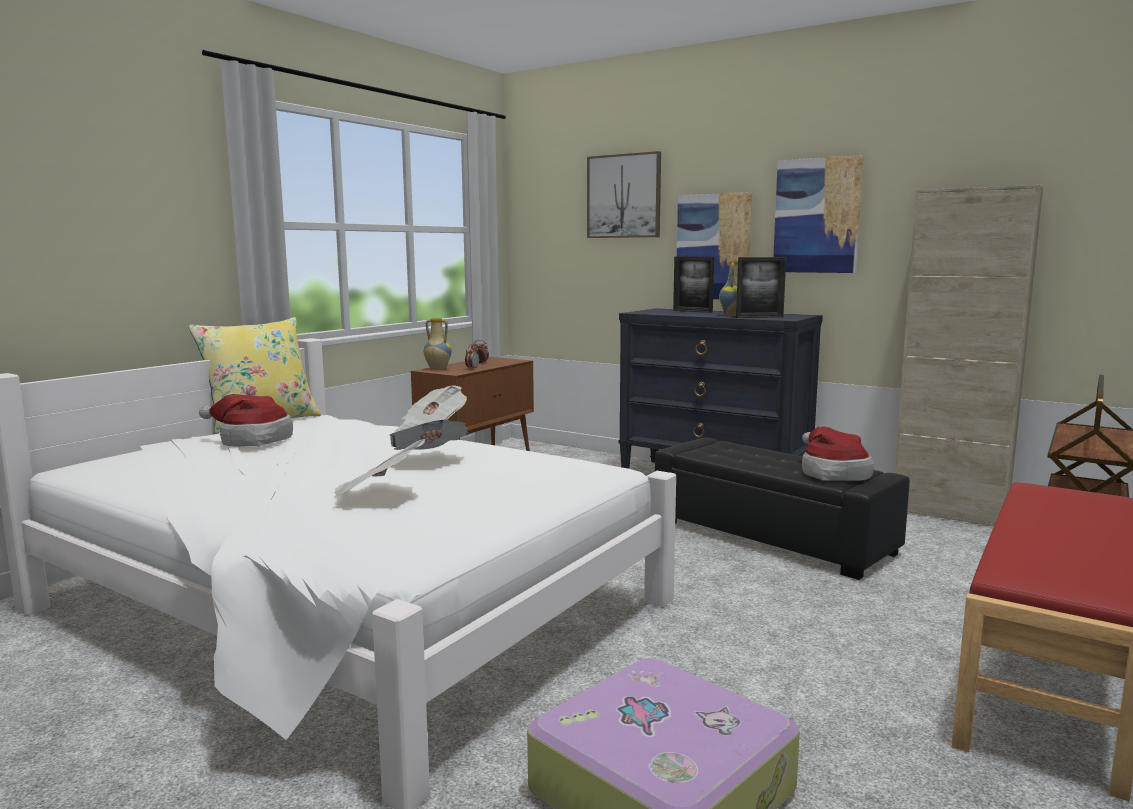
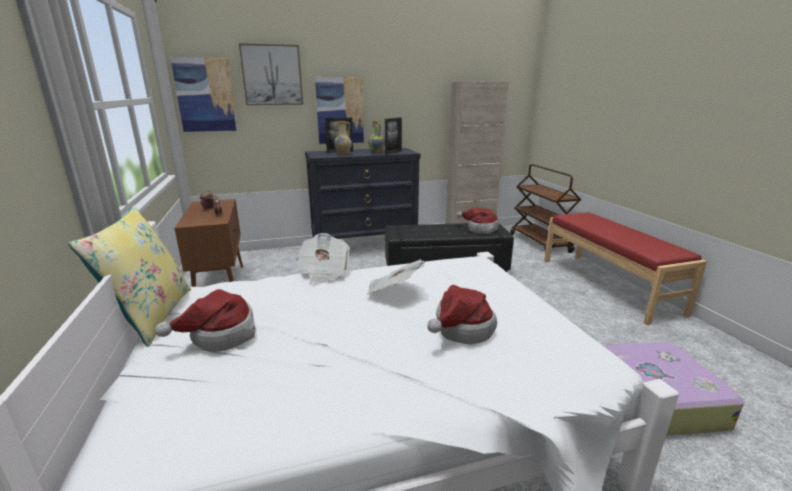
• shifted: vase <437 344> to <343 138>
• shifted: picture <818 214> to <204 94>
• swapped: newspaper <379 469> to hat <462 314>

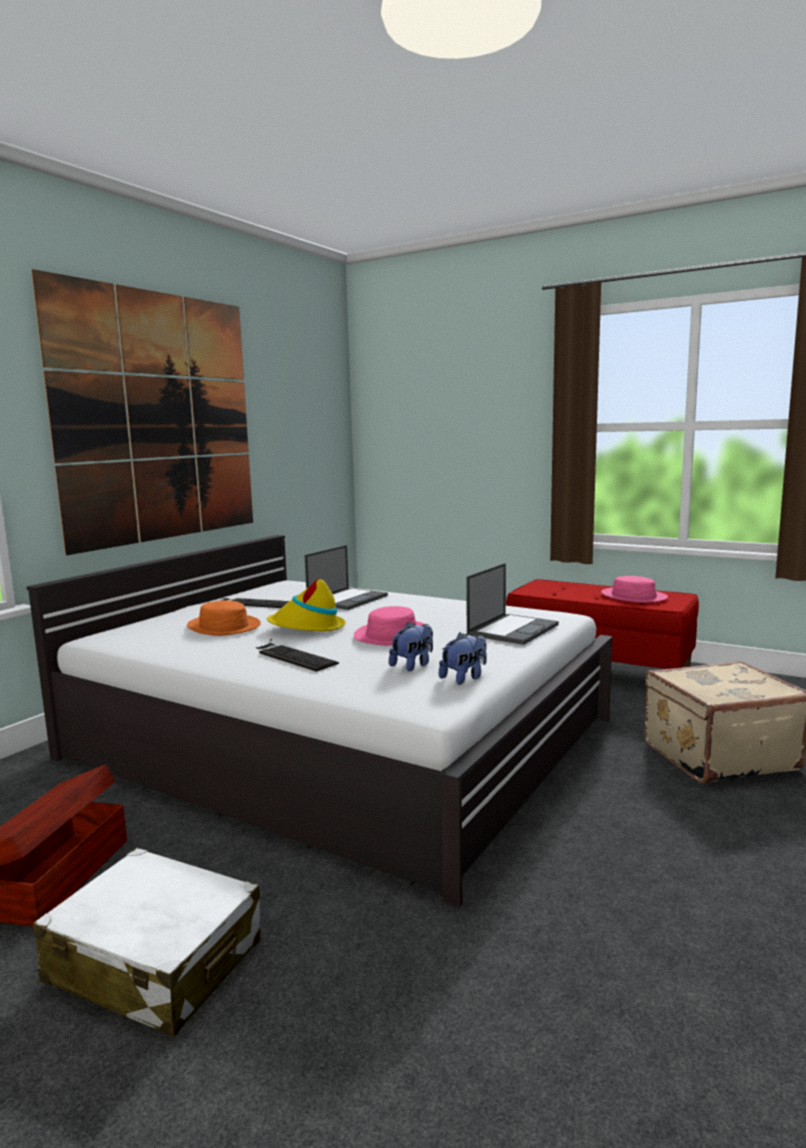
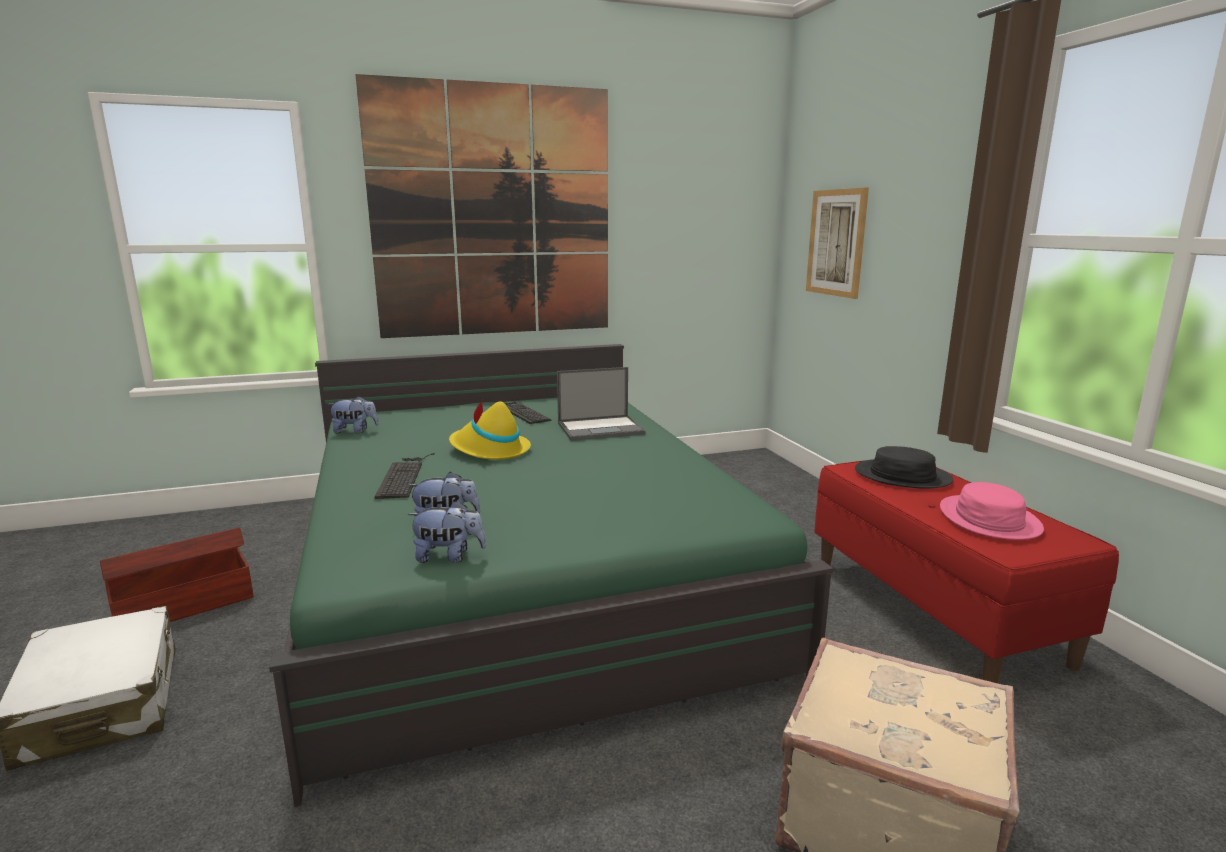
• gone: hat in orange <224 618>
• gone: hat in pink <389 625>
• gone: laptop <512 604>
• new: plush toy <353 415>
• new: picture <837 243>
• new: hat in black <904 467>
• repainted: bed in white <320 721> to bed in green <551 575>

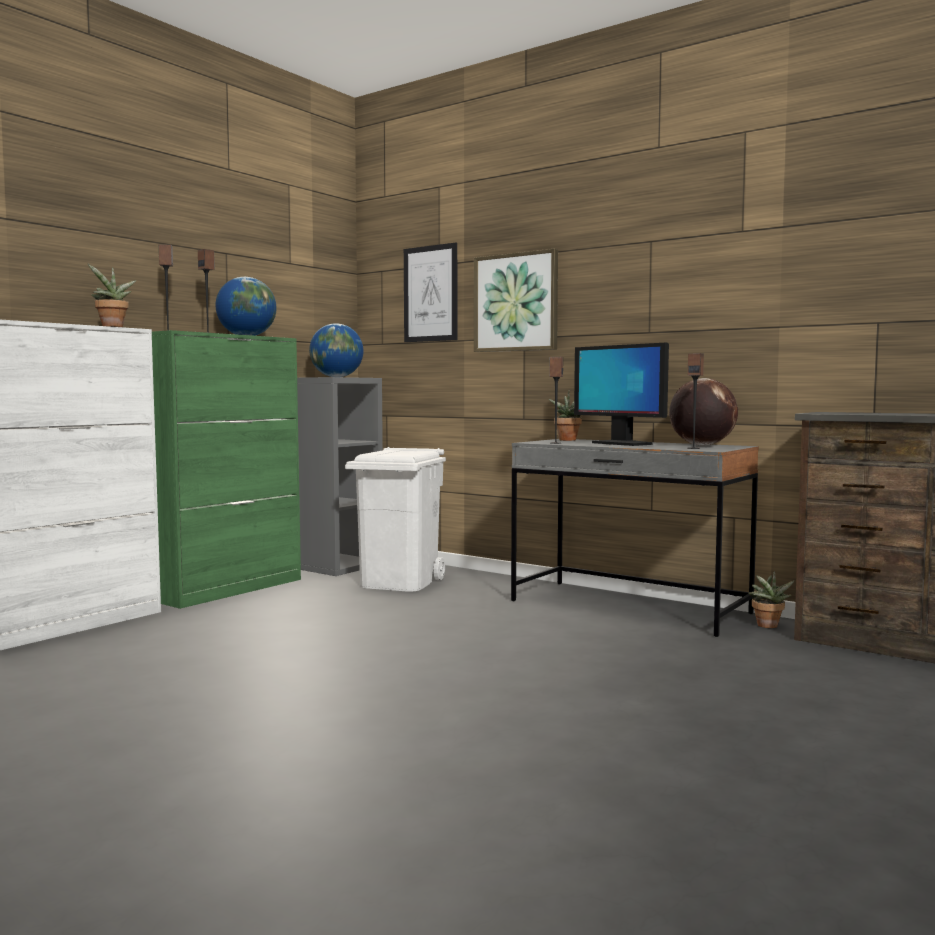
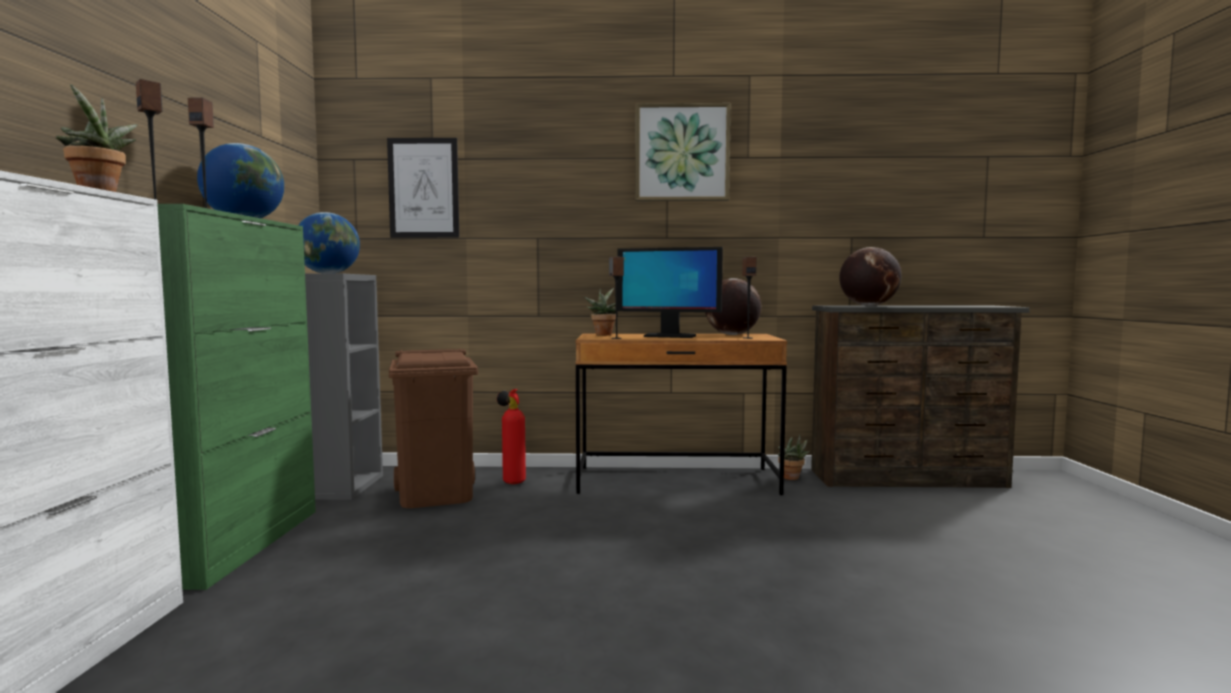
• new: fire extinguisher <511 436>
• new: globe <870 276>
• shifted: picture <516 300> to <683 152>
• repainted: trash can in white <395 519> to trash can in brown <433 428>
• repainted: desk in grey <635 538> to desk in brown <681 415>

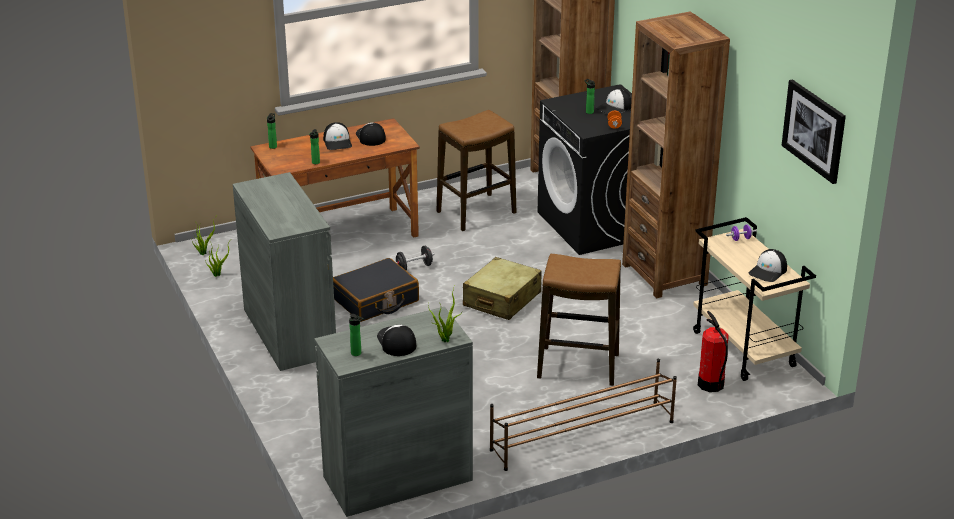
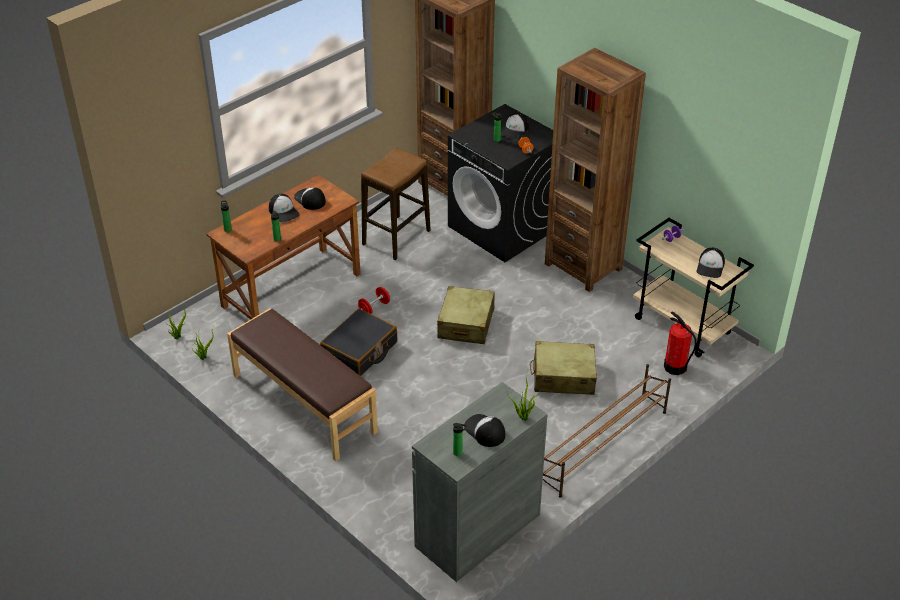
• gone: picture <813 131>
• swapped: cabinet in grey <284 271> to bench in brown <302 384>
• swapped: stool <579 320> to suitcase in beige <563 368>
• repainted: dumbbell in black <415 258> to dumbbell in red <374 300>

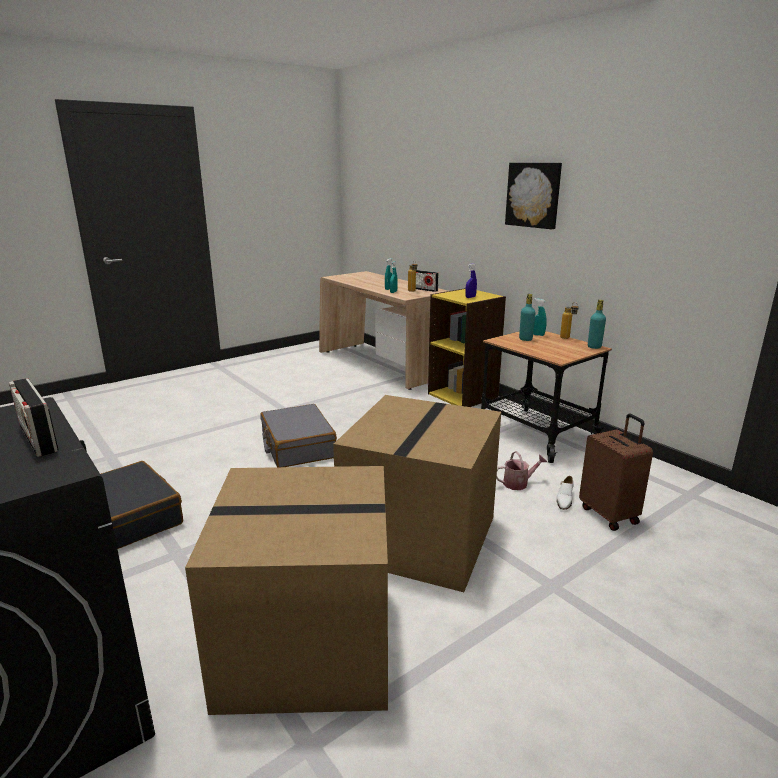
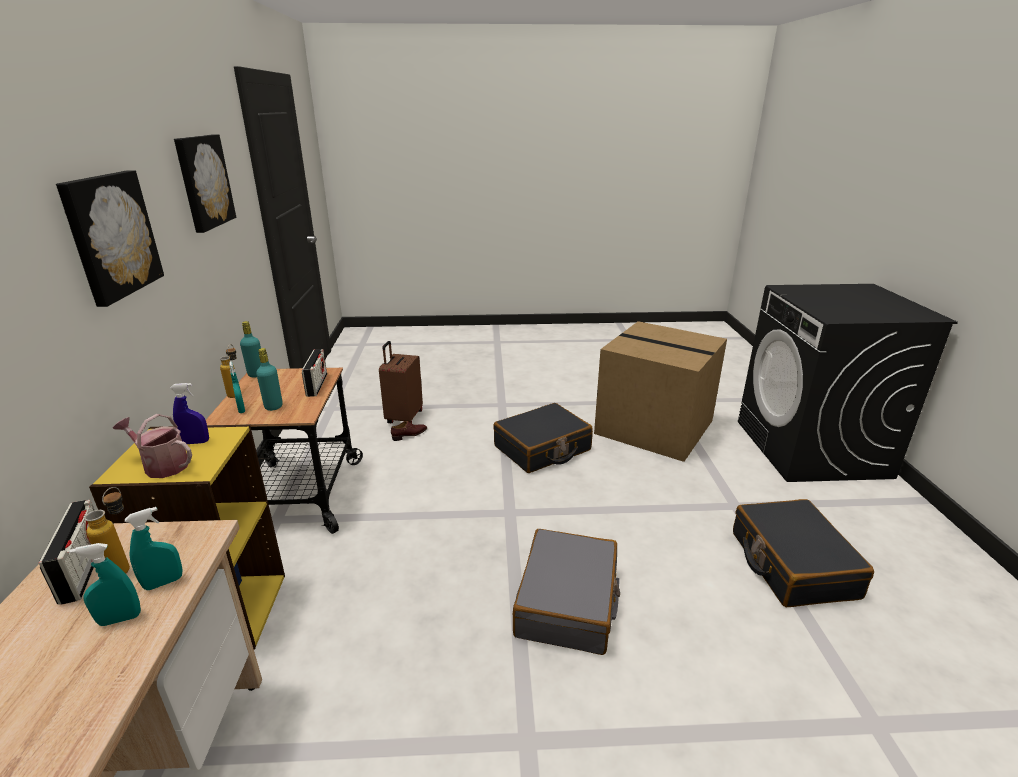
• new: picture <205 183>
• shifted: radio <33 417> to <314 373>
• shifted: watering can <521 470> to <152 446>
• swapped: cardboard box <417 493> to suitcase in black <543 438>
• repainted: shoe in white <565 493> to shoe in brown <409 431>

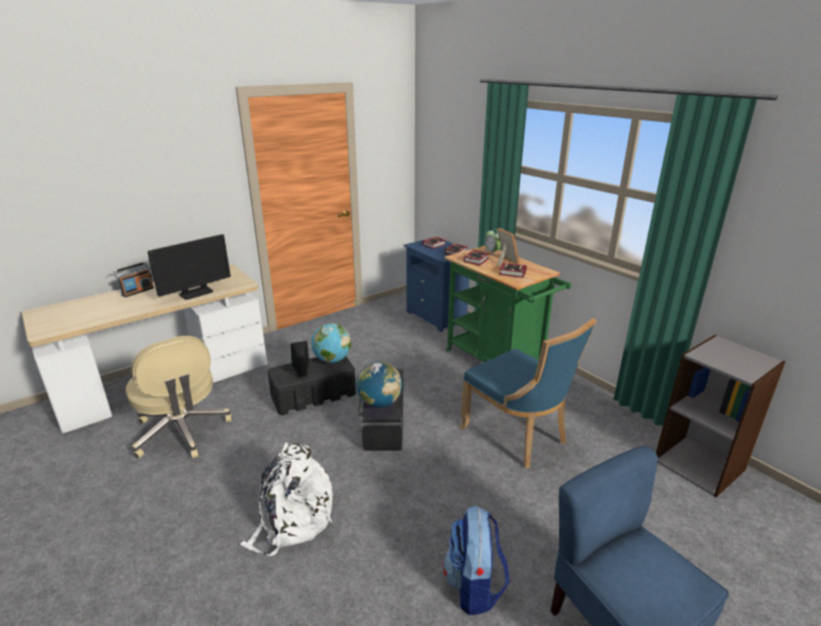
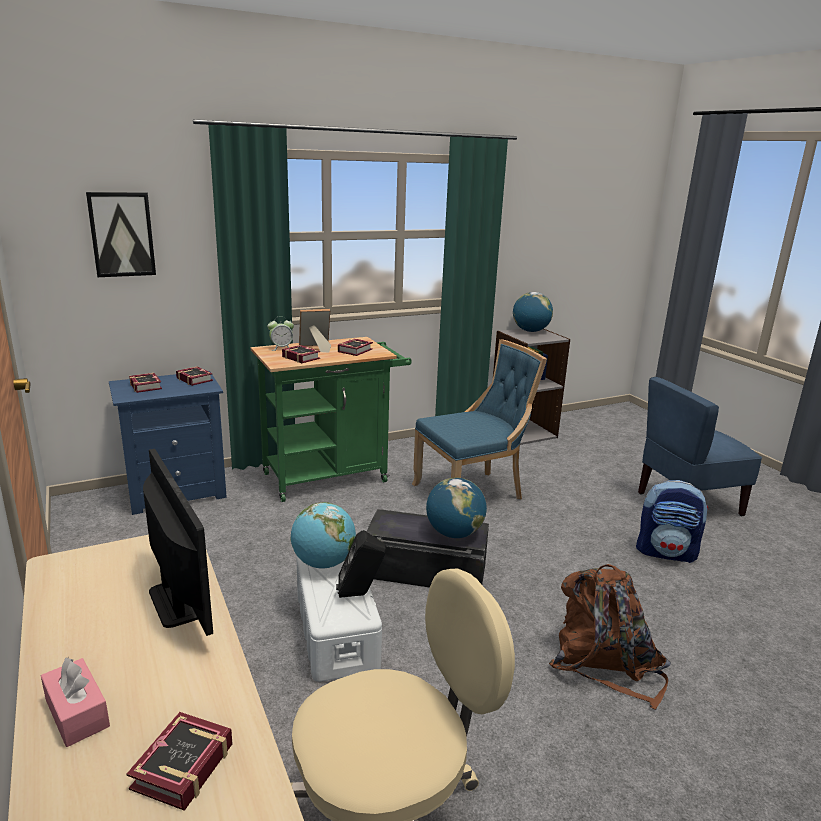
• new: picture <121 234>
• new: book <180 761>
• new: globe <533 312>
• swapped: radio <133 279> to tissue box in pink <75 702>
• repainted: backpack in white <286 499> to backpack in brown <610 637>
• repainted: storage box in black <312 386> to storage box in white <339 619>

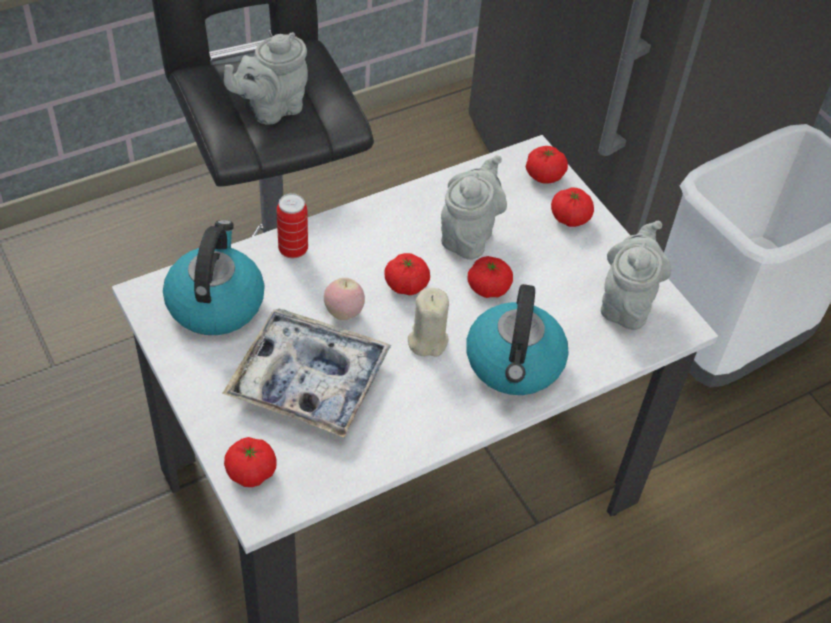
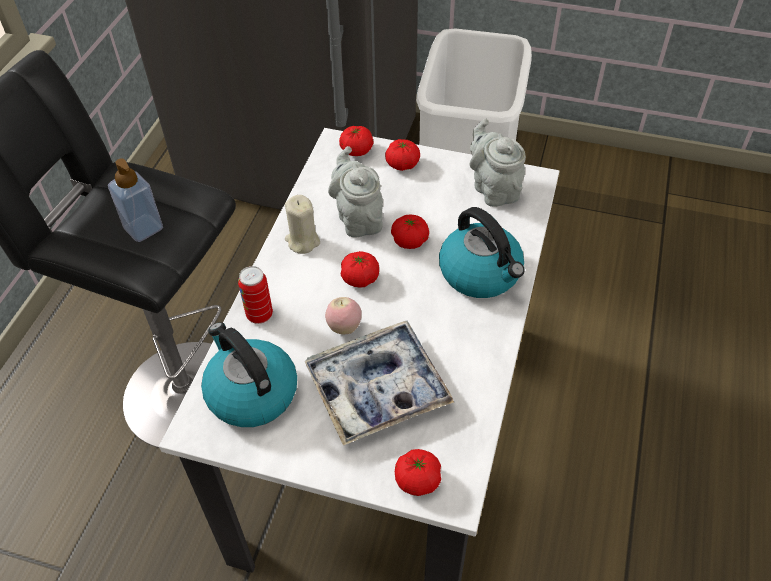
• shifted: candle in beige <428 322> to <302 224>
• swapped: teapot in grey <266 78> to soap dispenser <135 200>

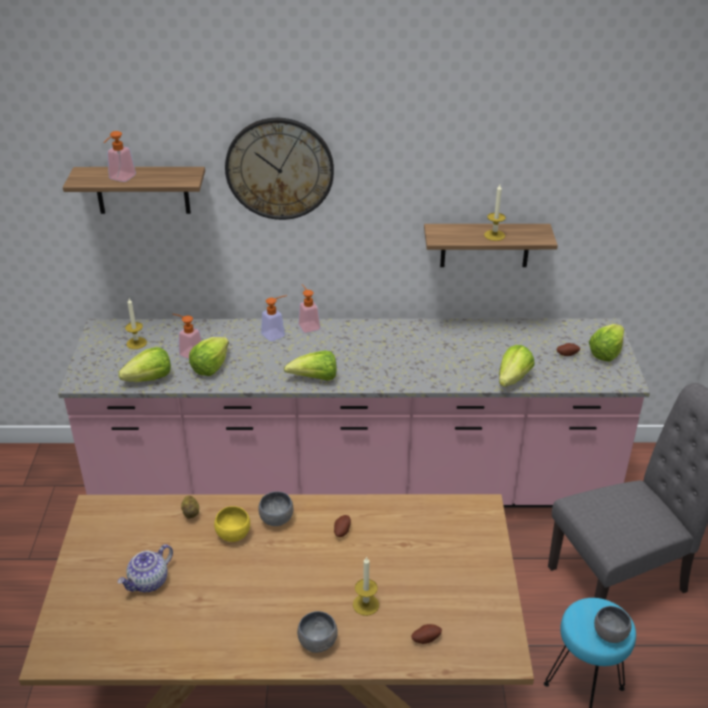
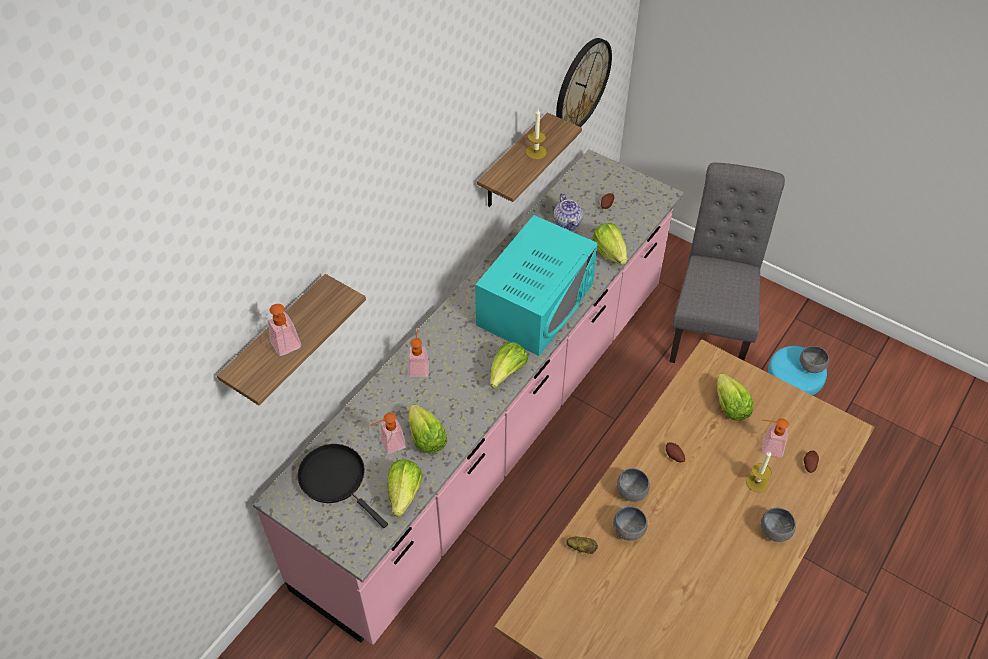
• new: microwave in turquoise <536 285>
• shifted: teapot <145 568> to <568 212>
• shifted: wall clock <279 169> to <584 82>
• shifted: soap dispenser <309 308> to <775 437>
• shifted: lettuce <606 343> to <735 397>
• swapped: candle <136 323> to frying pan in black <342 486>
• repainted: bowl in yellow <232 524> to bowl in grey <630 523>

